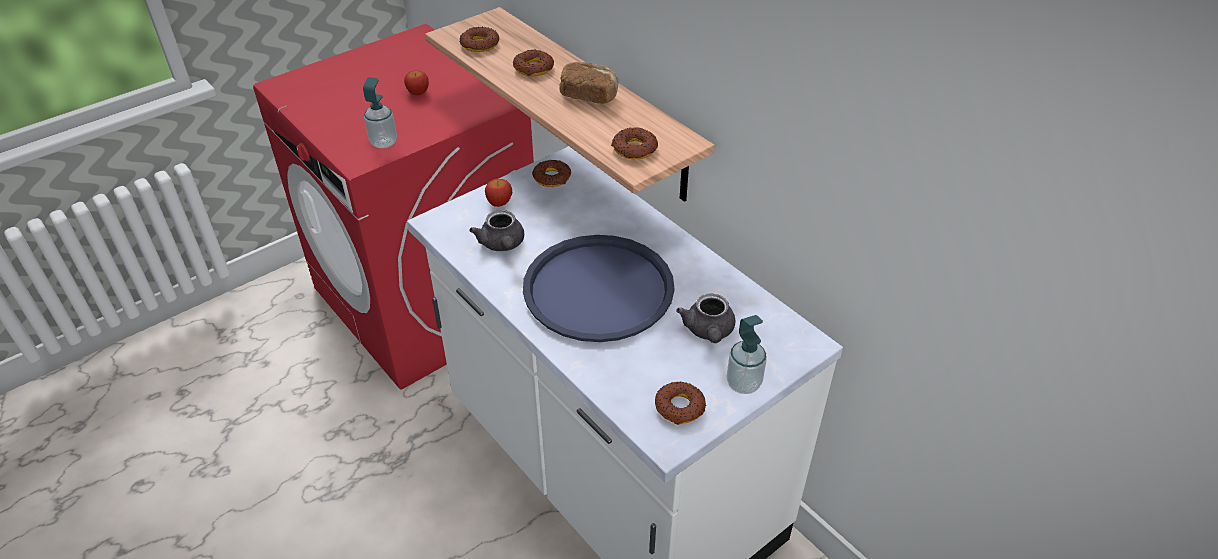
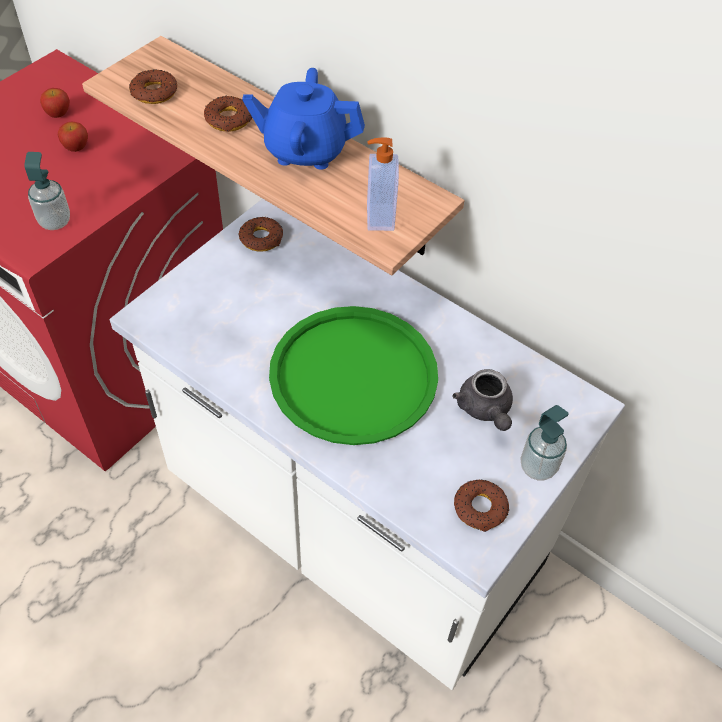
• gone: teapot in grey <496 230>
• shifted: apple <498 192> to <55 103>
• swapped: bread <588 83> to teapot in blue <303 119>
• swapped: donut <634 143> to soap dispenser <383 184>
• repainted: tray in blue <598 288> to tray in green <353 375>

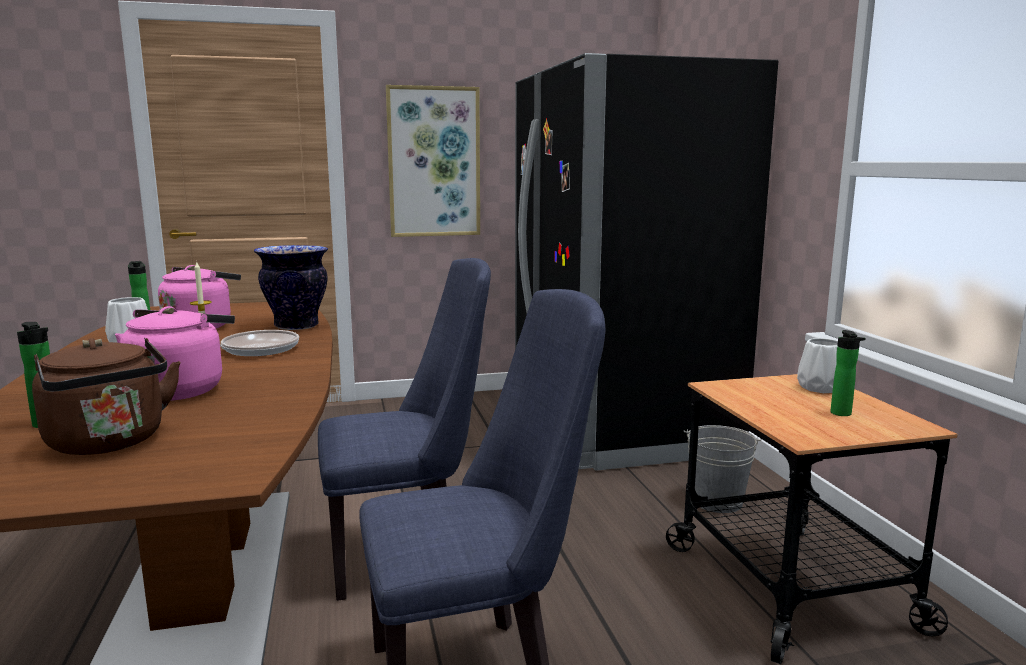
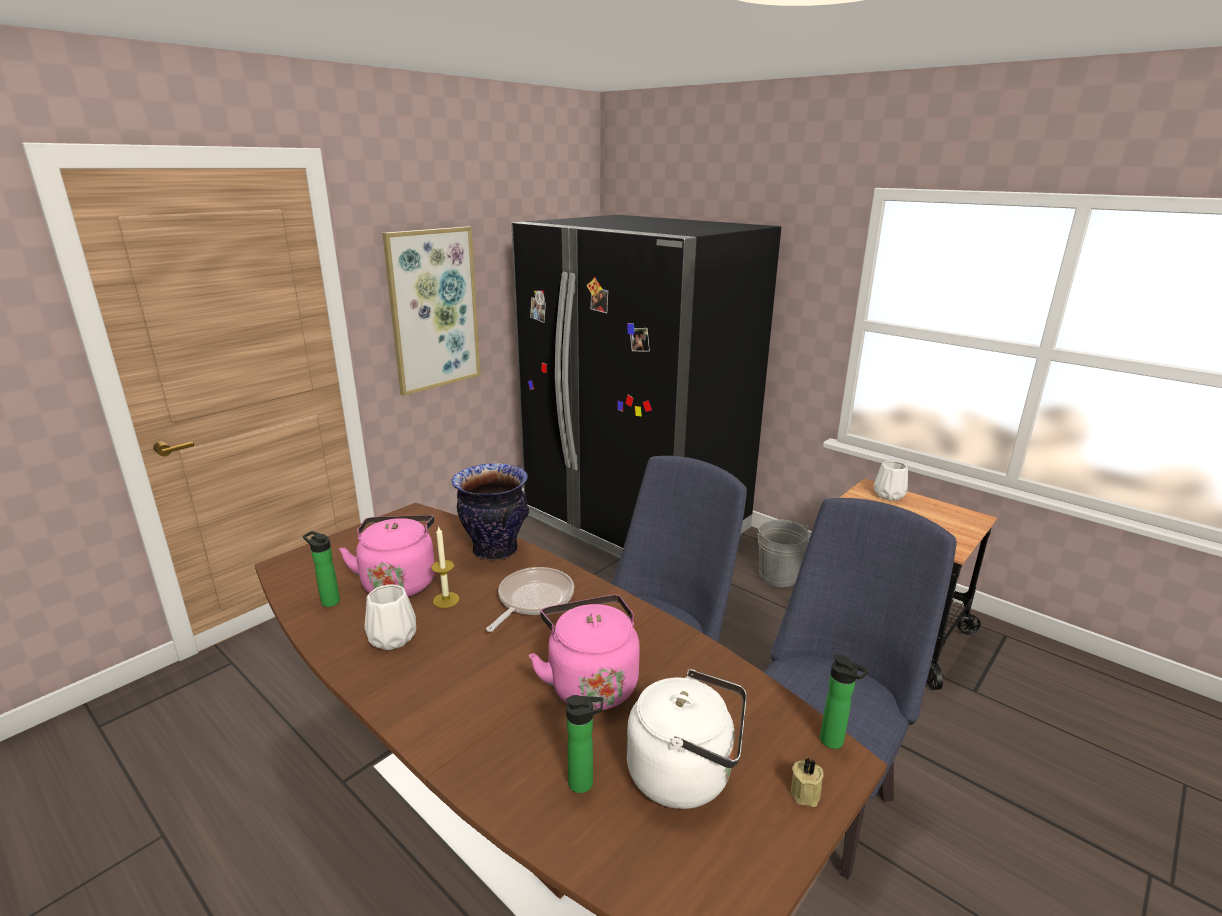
• new: candle in beige <807 782>
• shifted: bottle <847 373> to <844 701>
• repainted: kettle in brown <106 396> to kettle in white <687 739>

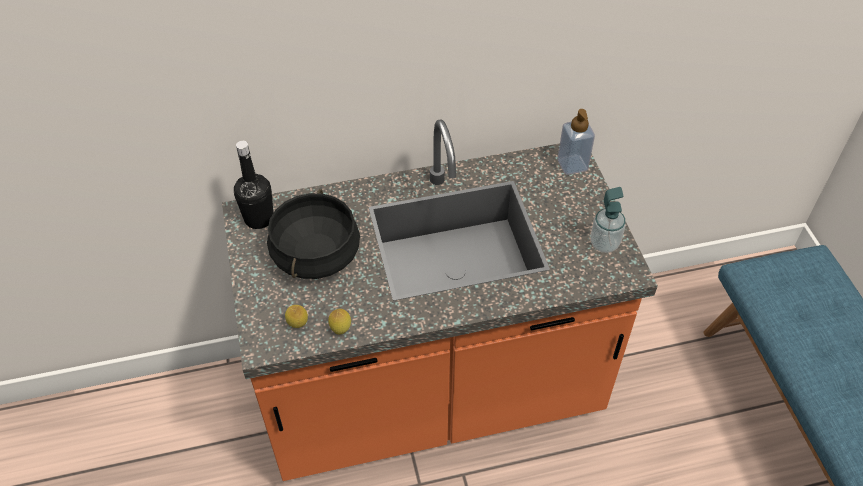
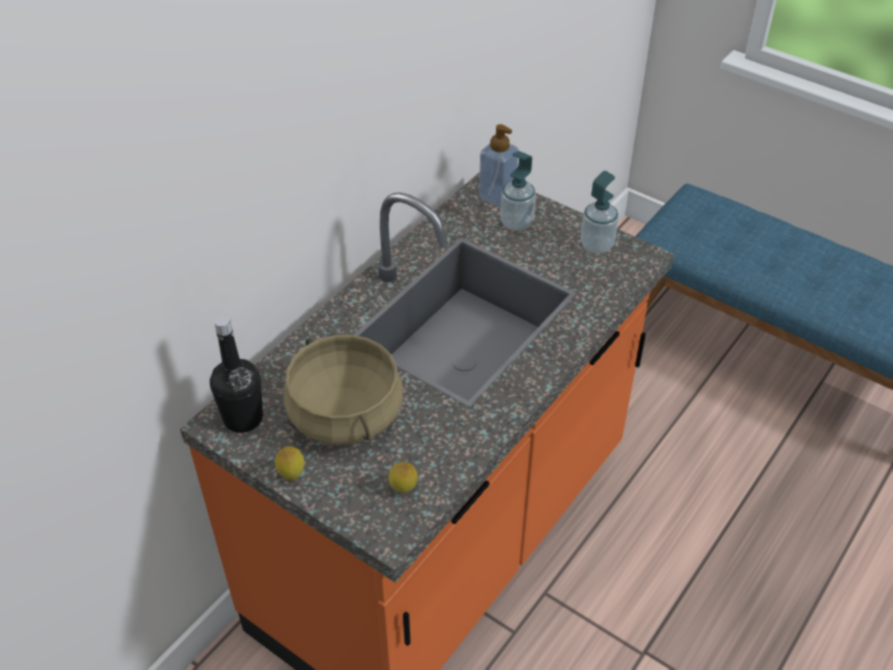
• new: soap dispenser <518 191>
• shifted: lemon <339 322> to <290 463>
• repainted: cooking pot in black <313 234> to cooking pot in beige <343 390>

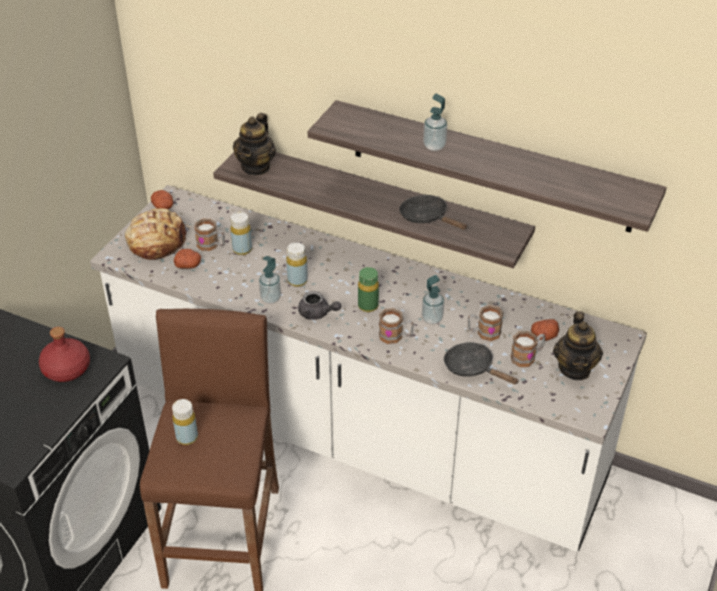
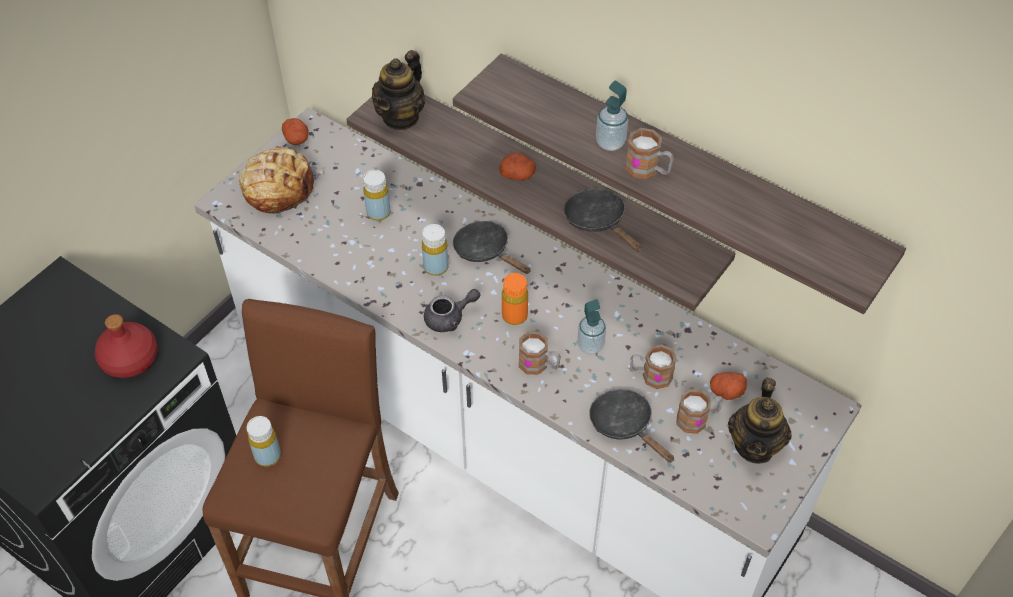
• gone: soap dispenser <270 280>
• new: frying pan in black <492 247>
• shifted: potato <187 259> to <517 166>
• shifted: mug <209 235> to <649 153>
• repainted: bottle in green <368 289> to bottle in orange <515 299>
• rotated: teapot in grey <319 305> = <452 310> 60 degrees counterclockwise

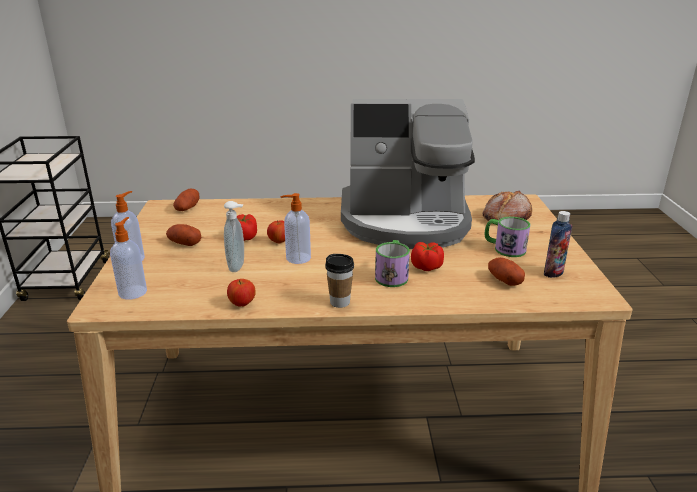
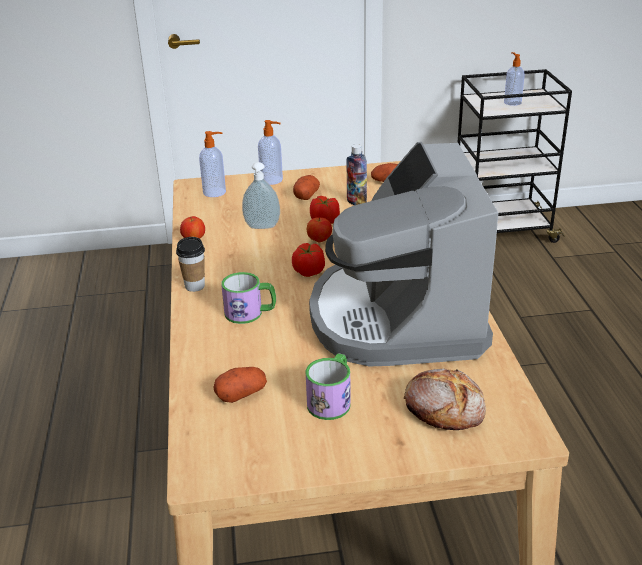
• shifted: soap dispenser <295 228> to <514 79>
• shifted: tomato <427 256> to <308 260>
• shifted: bottle <558 244> to <357 174>

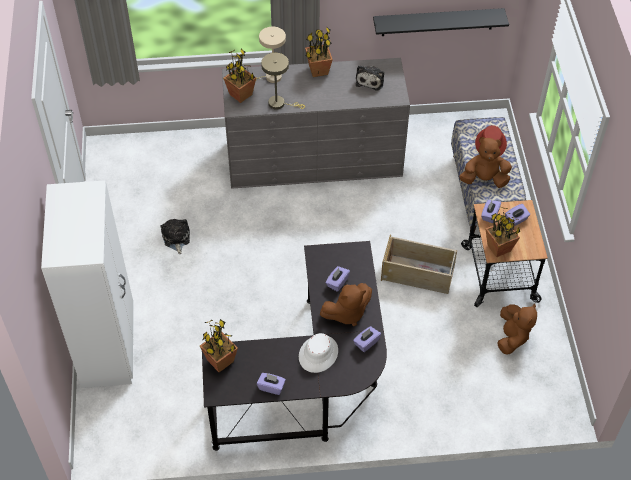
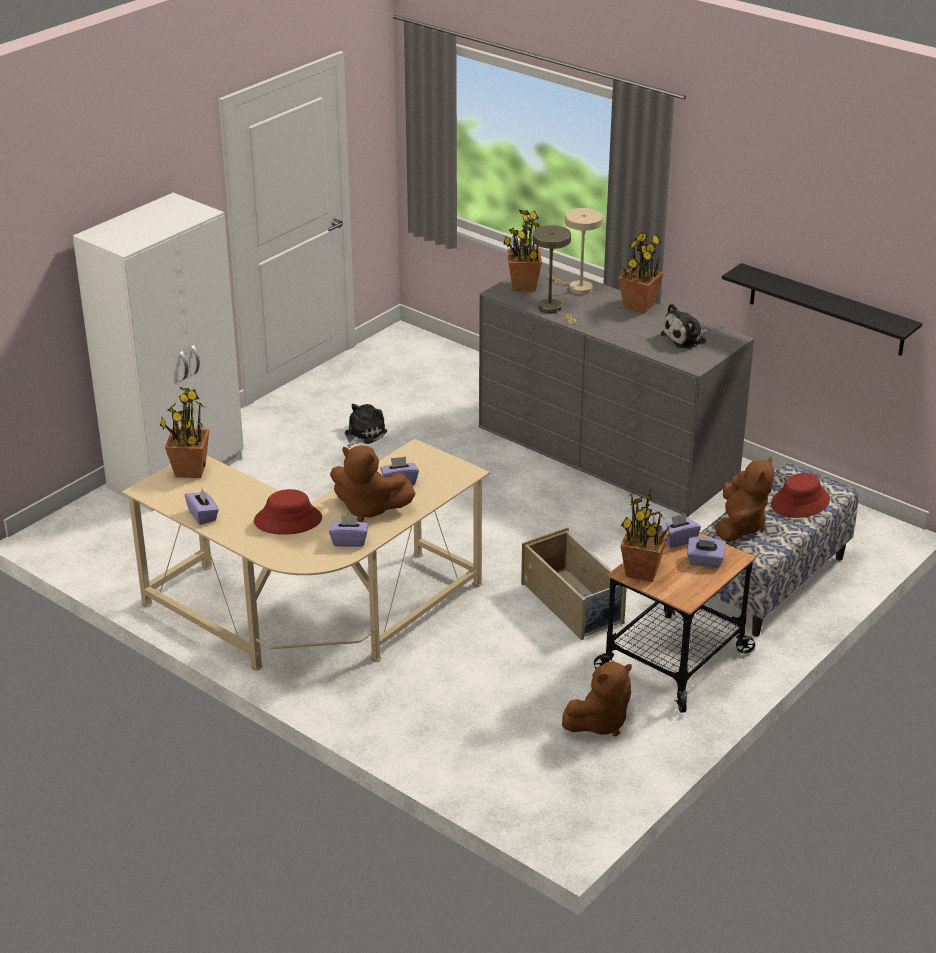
• repainted: desk in black <294 346> to desk in beige <306 554>
• repainted: hat in white <318 353> to hat in red <288 512>
• rotated: plush toy in brown <485 162> = <745 499> 60 degrees clockwise

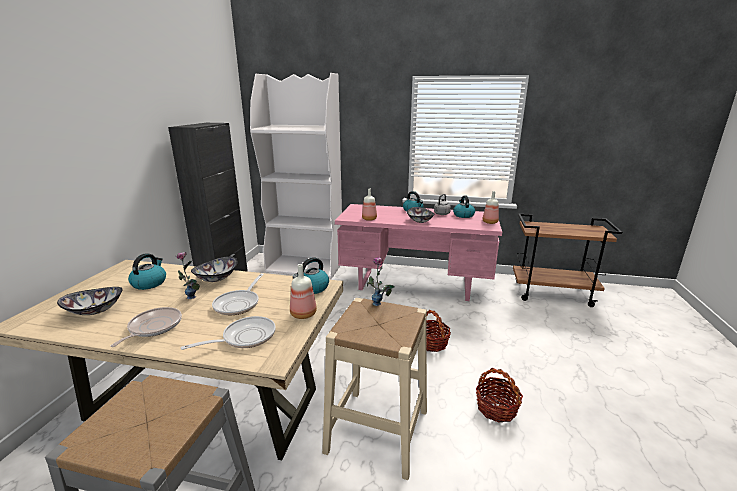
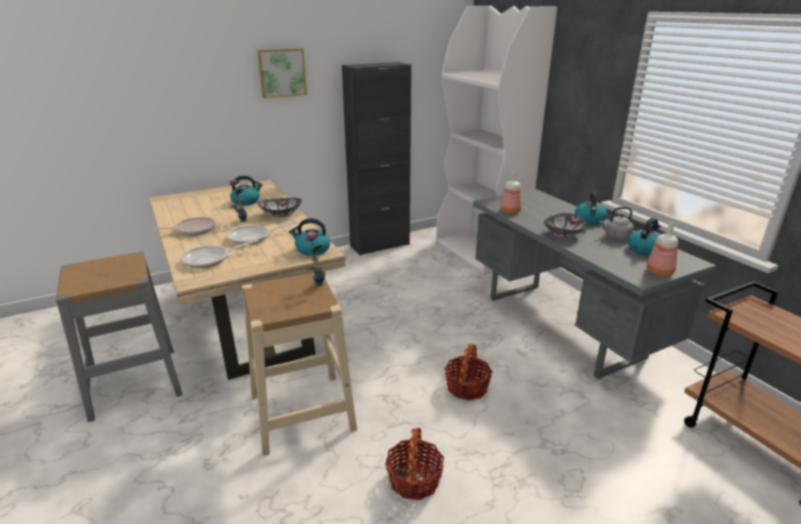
• gone: bowl <90 301>
• gone: bottle <303 291>
• new: picture <282 73>
• repainted: desk in pink <418 252> to desk in grey <594 284>
• rotated: frying pan <228 333> = <219 254> 135 degrees clockwise

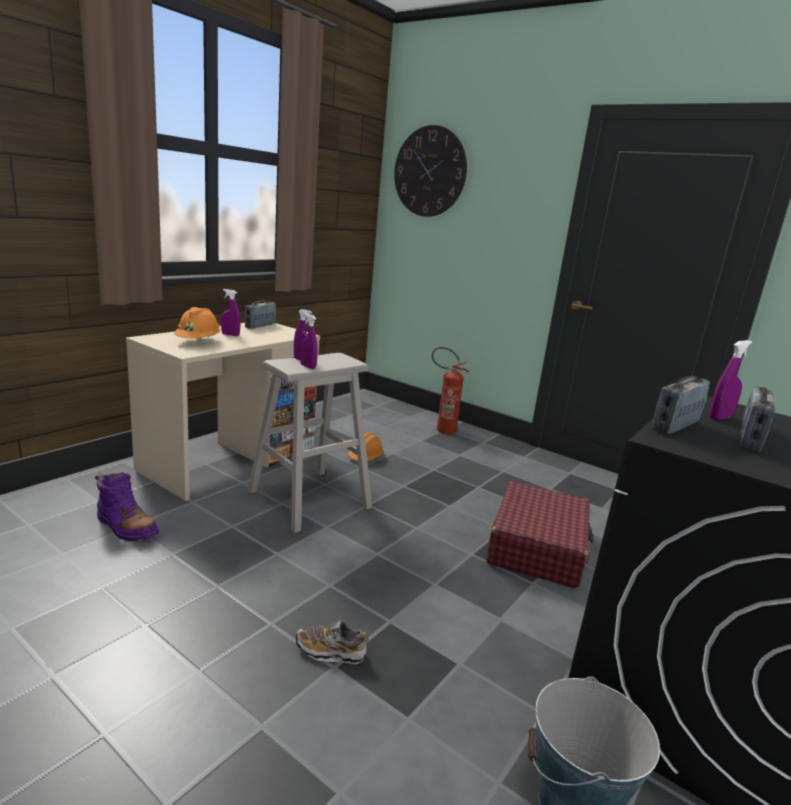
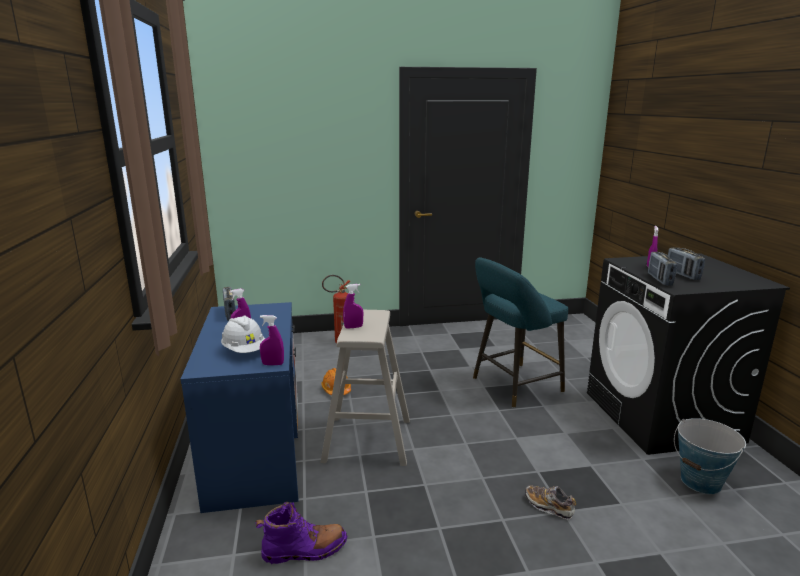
• gone: wall clock <430 171>
• shifted: spray bottle in purple <309 341> to <272 340>
• swapped: suitcase in red <540 535> to stool in turquoise <520 332>
• repainted: desk in beige <223 412> to desk in blue <239 407>
• repainted: hard hat in orange <197 322> to hard hat in white <243 334>
• rotated: shoe <332 642> = <550 502> 75 degrees clockwise

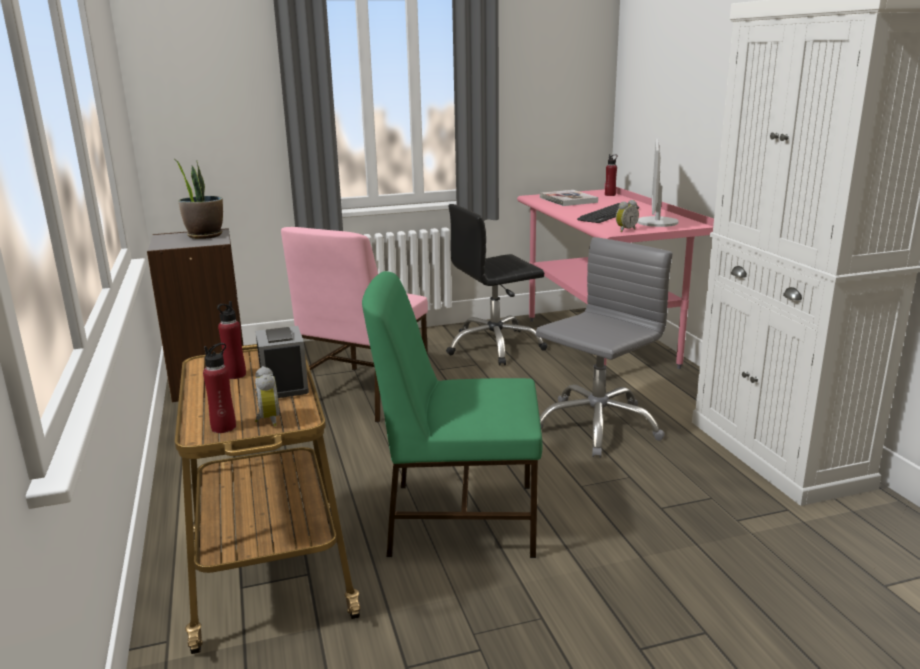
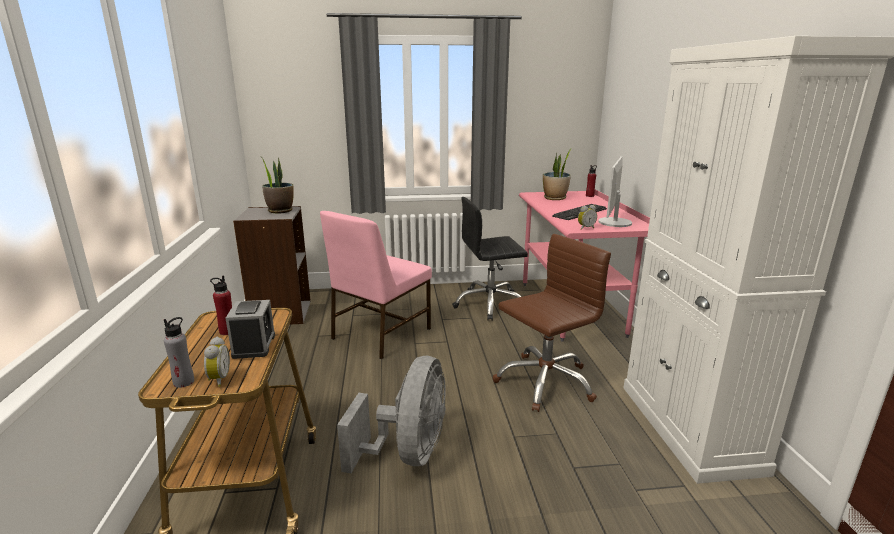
• swapped: chair in green <452 414> to fan in grey <391 414>
• swapped: book <569 198> to potted plant <557 174>
• repainted: bottle in red <219 388> to bottle in grey <179 352>
• repainted: office chair in grey <604 347> to office chair in brown <552 323>

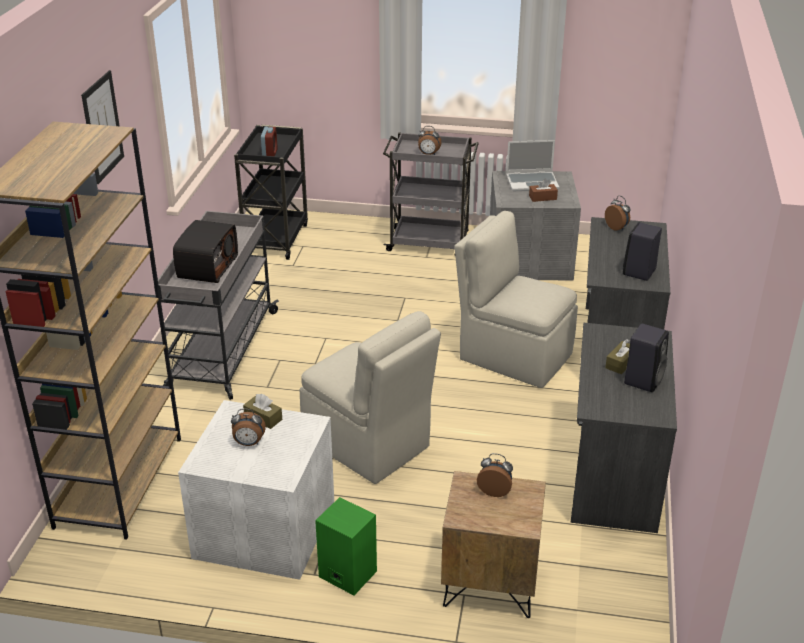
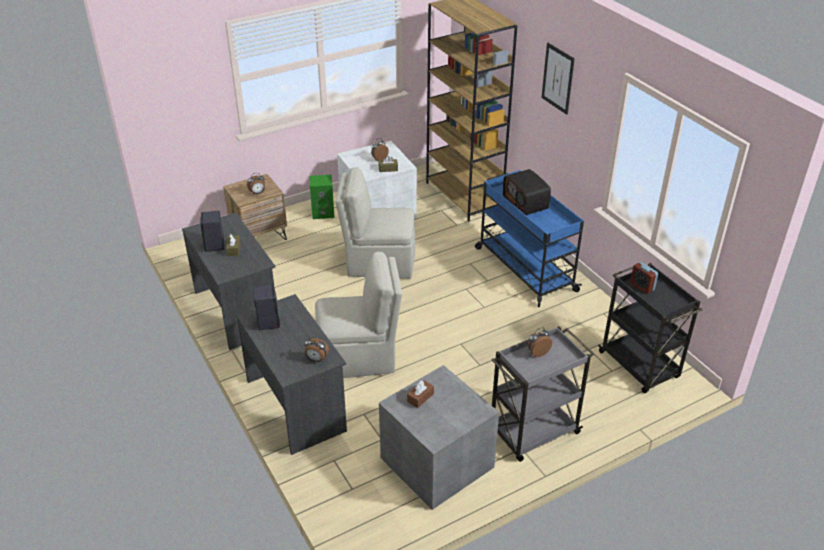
• gone: laptop <532 165>
• repainted: cart in grey <216 305> to cart in blue <529 238>

